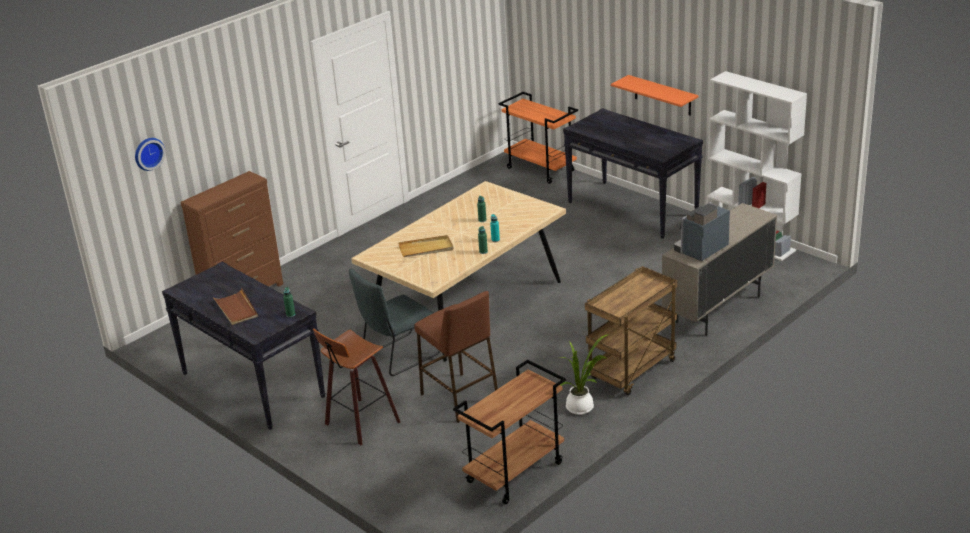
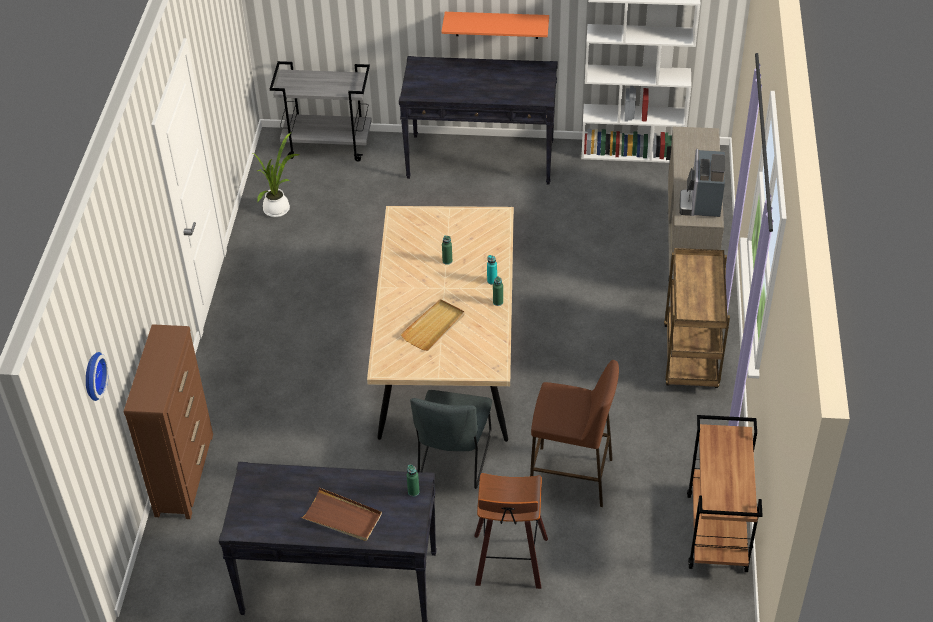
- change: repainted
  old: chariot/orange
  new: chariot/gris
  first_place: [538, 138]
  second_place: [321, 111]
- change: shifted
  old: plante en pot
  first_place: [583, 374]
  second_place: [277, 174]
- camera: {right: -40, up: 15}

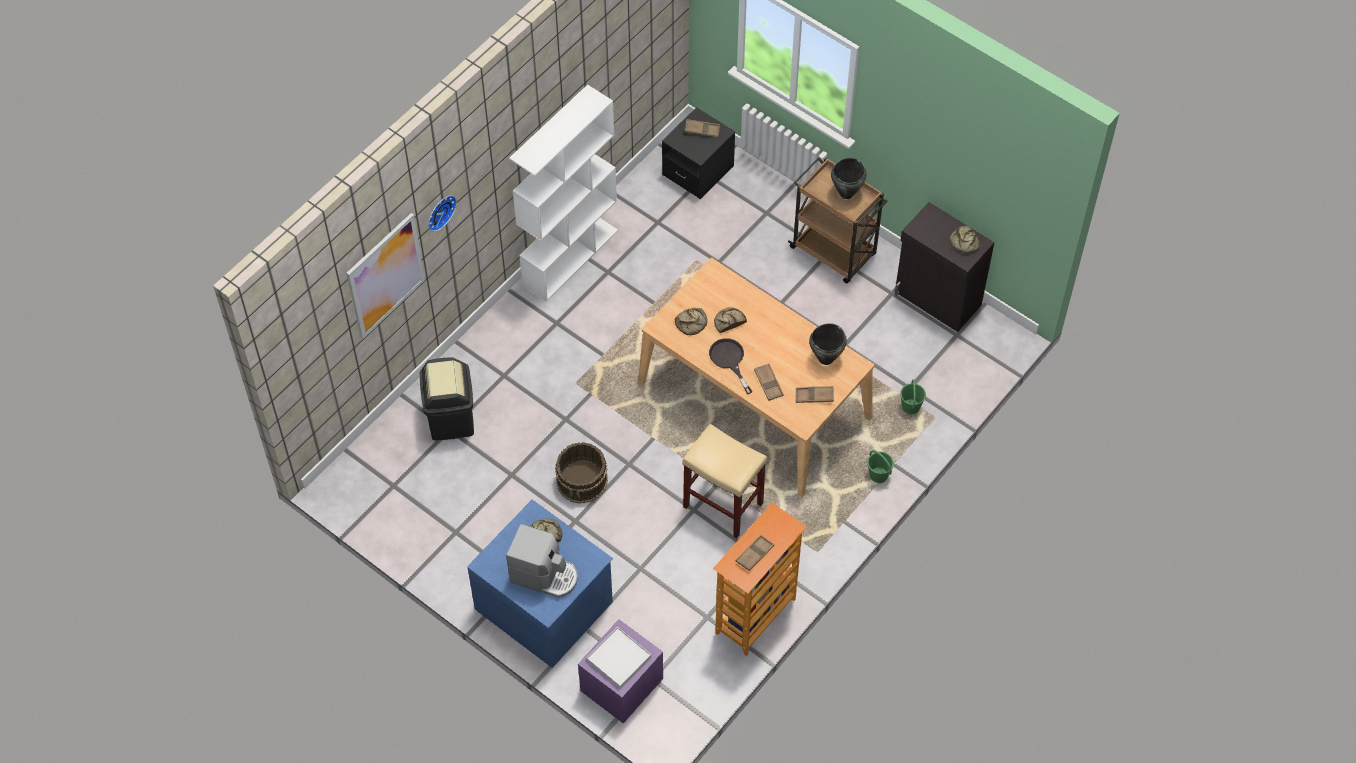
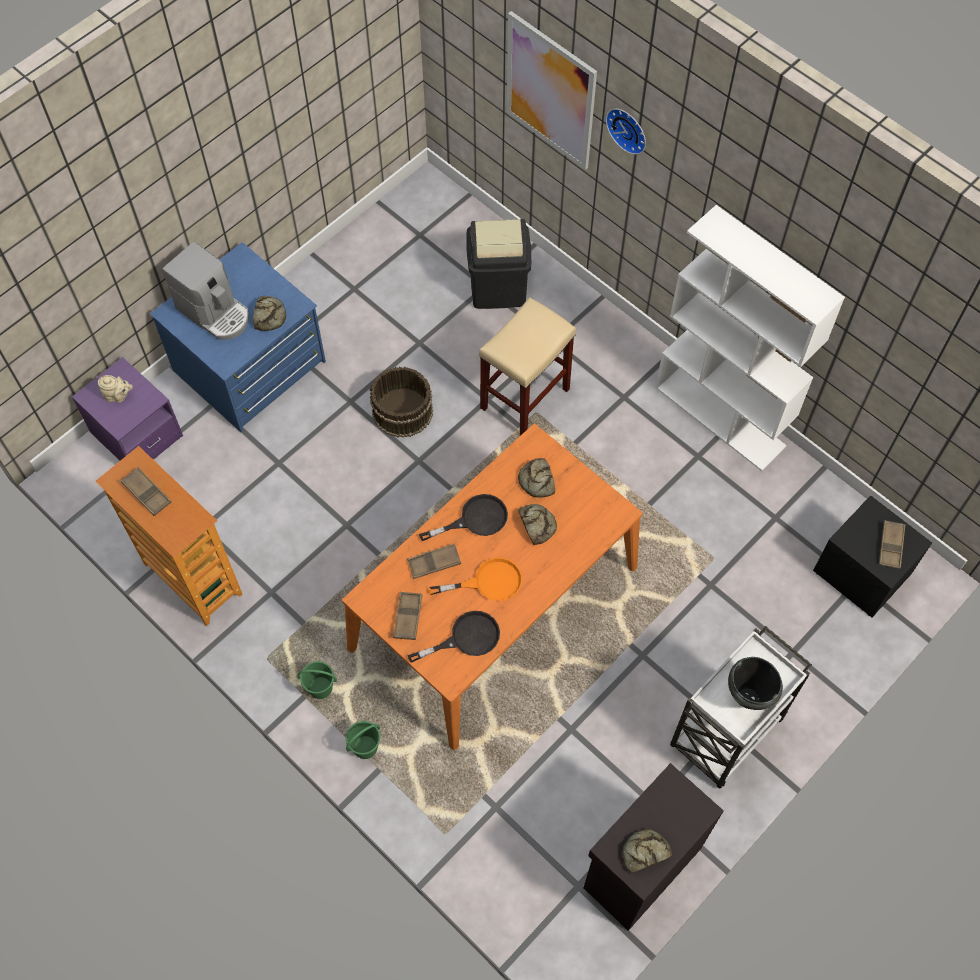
- change: repainted
  old: chariot/marron
  new: chariot/blanc
  first_place: [838, 220]
  second_place: [741, 707]
- change: repainted
  old: table à manger/beige
  new: table à manger/orange
  first_place: [756, 377]
  second_place: [492, 587]
- change: swapped
  old: marmite/noir
  new: poêle/noir
  first_place: [828, 344]
  second_place: [454, 637]
- change: shifted
  old: seau/vert
  first_place: [913, 396]
  second_place: [317, 680]
- change: shifted
  old: tabouret/beige
  first_place: [724, 481]
  second_place: [527, 366]
- change: rotated
  old: machine à café
  first_place: [542, 561]
  second_place: [205, 290]
  degrees: -75
- change: swapped
  old: plateau/blanc
  new: théière/beige
  first_place: [618, 657]
  second_place: [115, 389]
- change: new
  new: poêle/orange
  second_place: [475, 579]
- camera: {right: 95, up: 5}

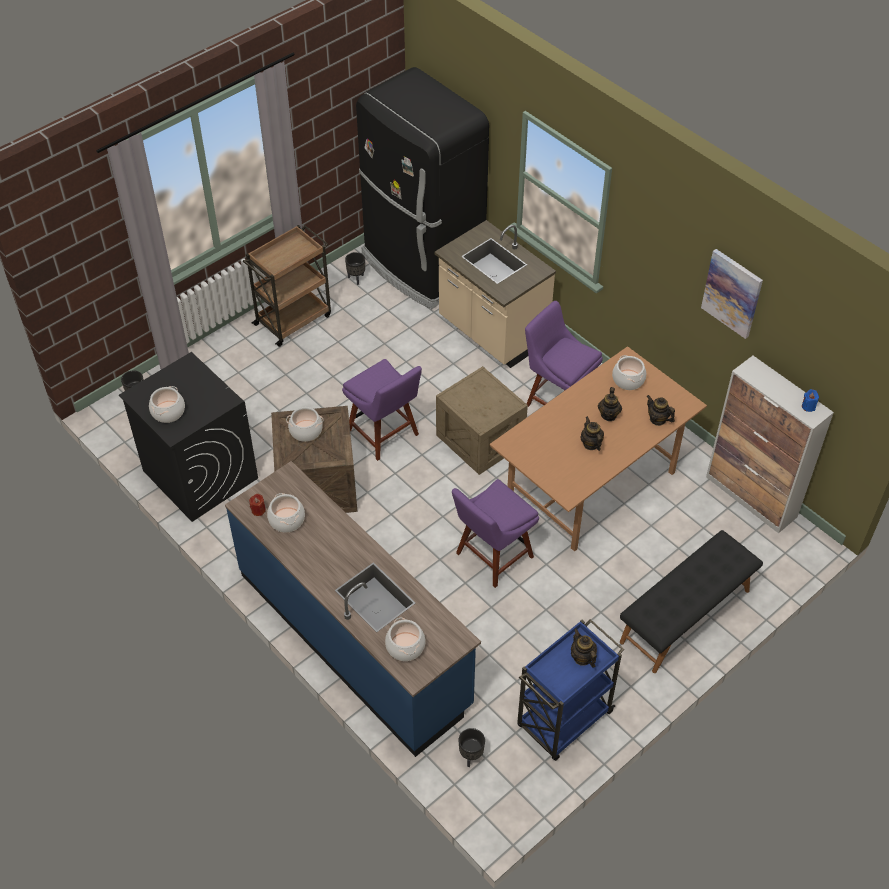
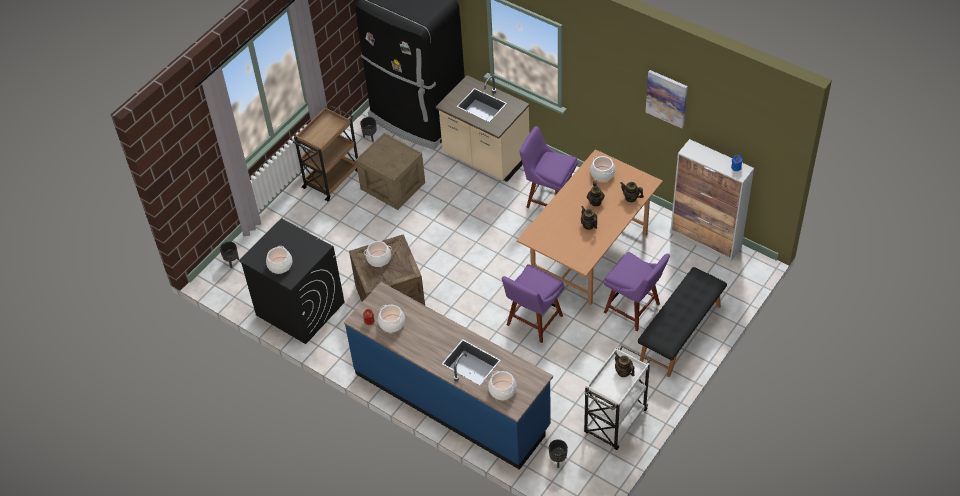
- change: shifted
  old: chaise/violet
  first_place: [382, 410]
  second_place: [637, 291]
- change: shifted
  old: caisse
  first_place: [482, 420]
  second_place: [390, 171]
- change: repainted
  old: chariot/bleu
  new: chariot/blanc
  first_place: [570, 690]
  second_place: [617, 397]
- camera: {right: -10, up: 0}

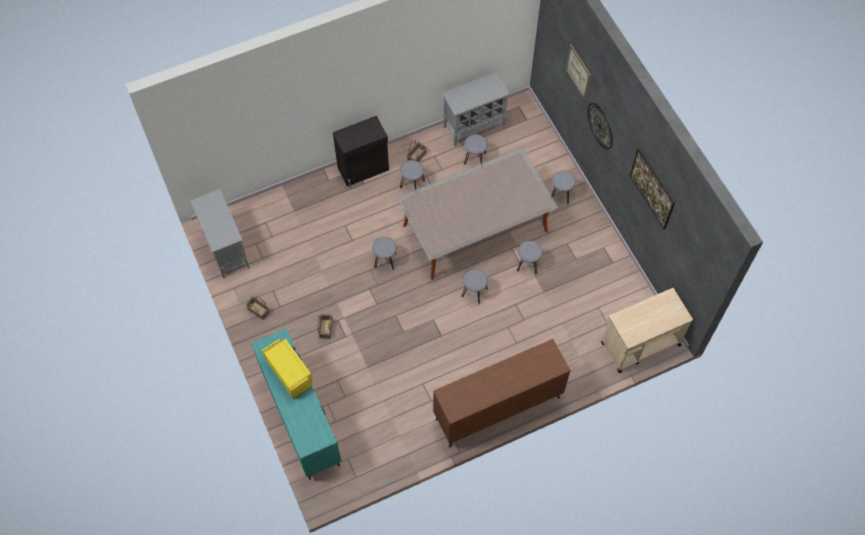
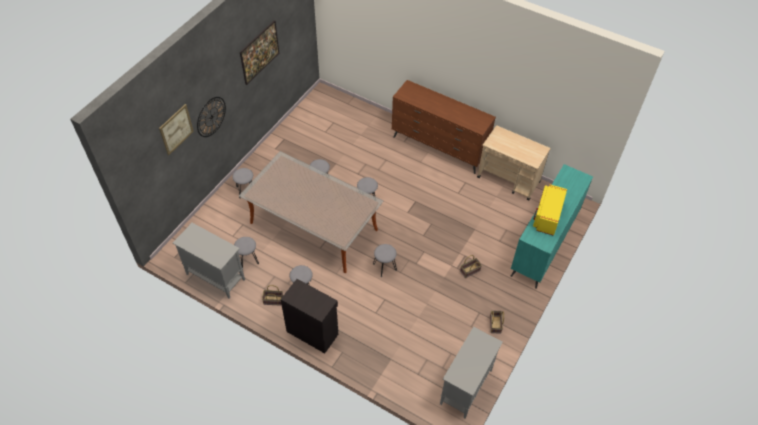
- change: shifted
  old: chariot/beige
  first_place: [647, 330]
  second_place: [514, 162]
- camera: {right: -125, up: -10}

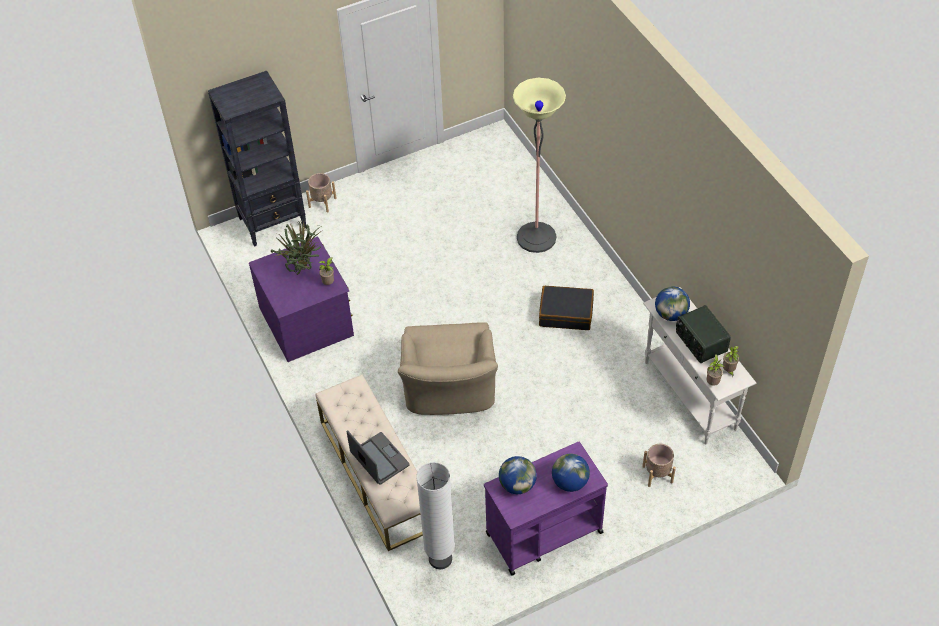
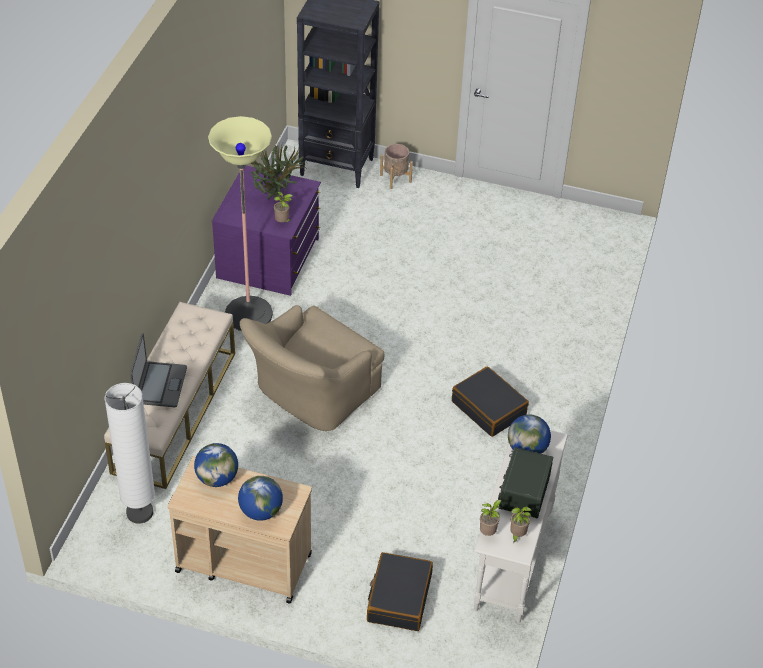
- change: shifted
  old: lampadaire
  first_place: [539, 165]
  second_place: [240, 223]
- change: repainted
  old: chariot/violet
  new: chariot/beige
  first_place: [546, 509]
  second_place: [240, 530]
- change: swapped
  old: cache-pot/beige
  new: valise/noir
  first_place: [659, 465]
  second_place: [400, 591]
- camera: {right: 40, up: -5}

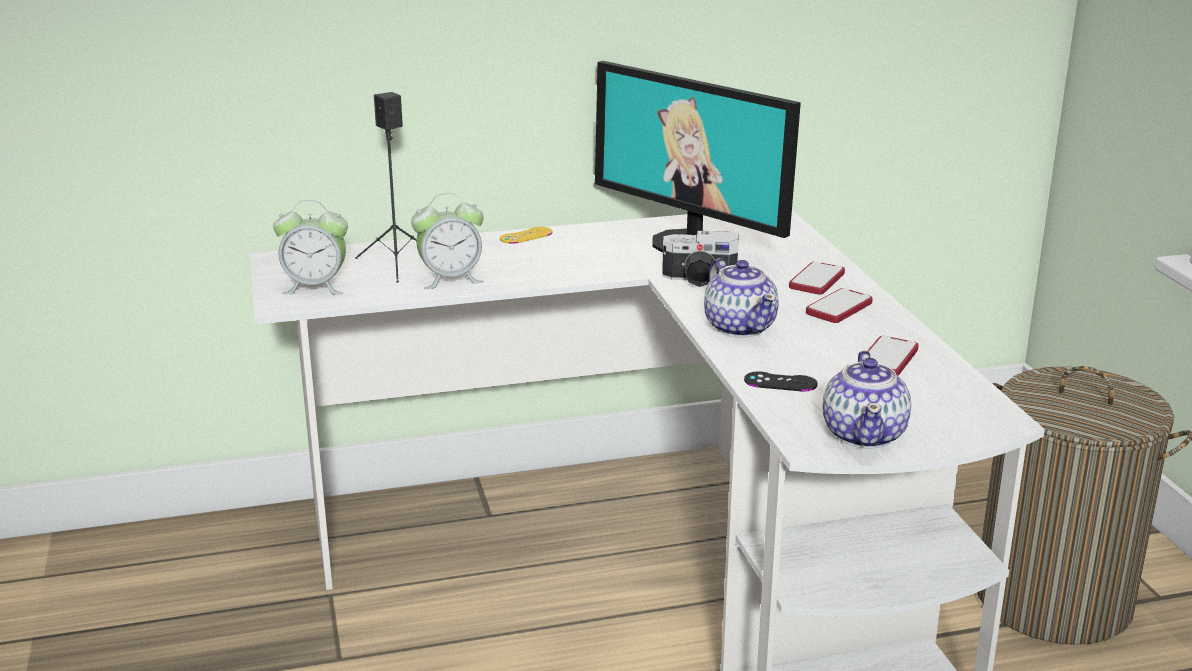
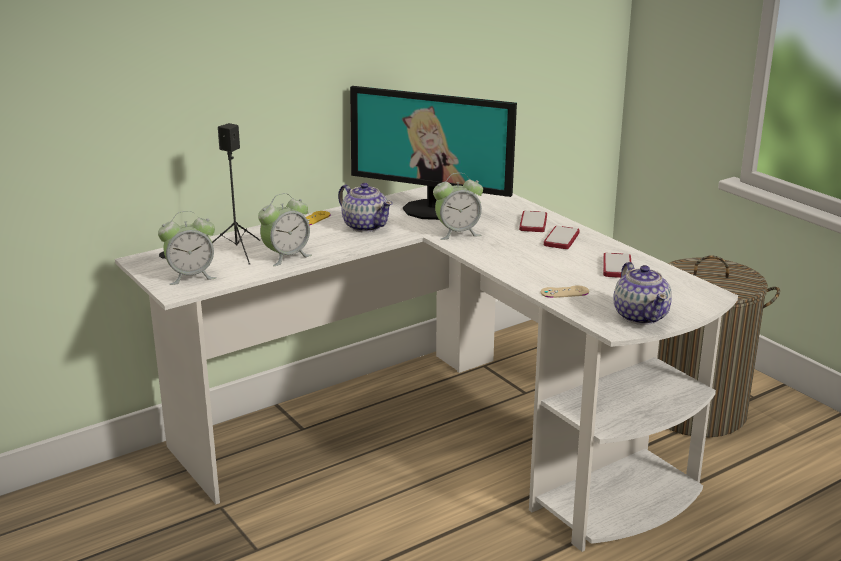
- change: swapped
  old: appareil photo
  new: réveil
  first_place: [700, 259]
  second_place: [458, 206]
- change: shifted
  old: théière
  first_place: [741, 298]
  second_place: [365, 207]
- change: repainted
  old: manette/noir
  new: manette/beige
  first_place: [781, 381]
  second_place: [565, 291]
- camera: {right: -20, up: 0}

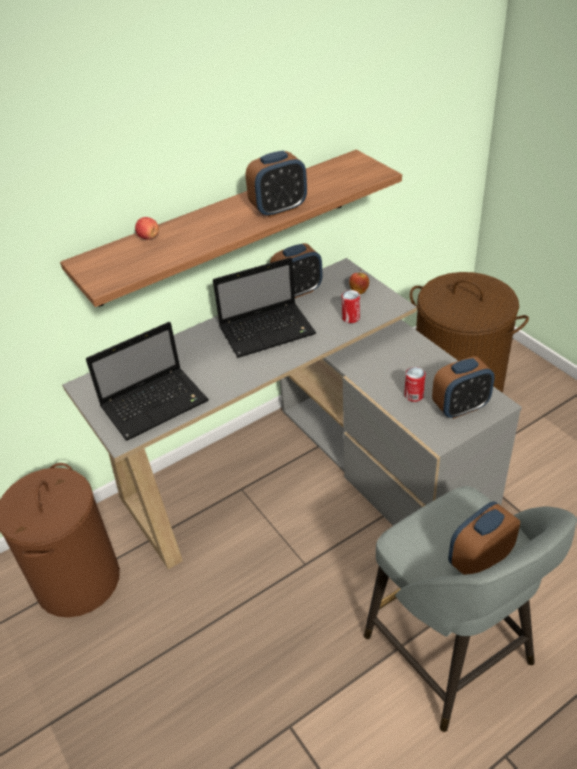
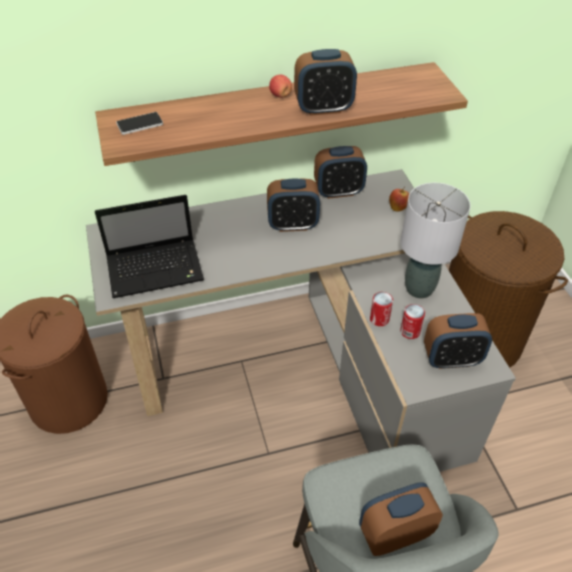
- change: shifted
  old: pomme
  first_place: [147, 228]
  second_place: [280, 86]
- change: swapped
  old: ordinateur portable
  new: réveil
  first_place: [264, 307]
  second_place: [293, 205]
- change: shifted
  old: boîte métallique
  first_place: [351, 306]
  second_place: [381, 309]
- change: new
  new: téléphone
  second_place: [139, 123]
- change: new
  new: lampe de table/gris
  second_place: [436, 240]
- camera: {right: 15, up: 5}

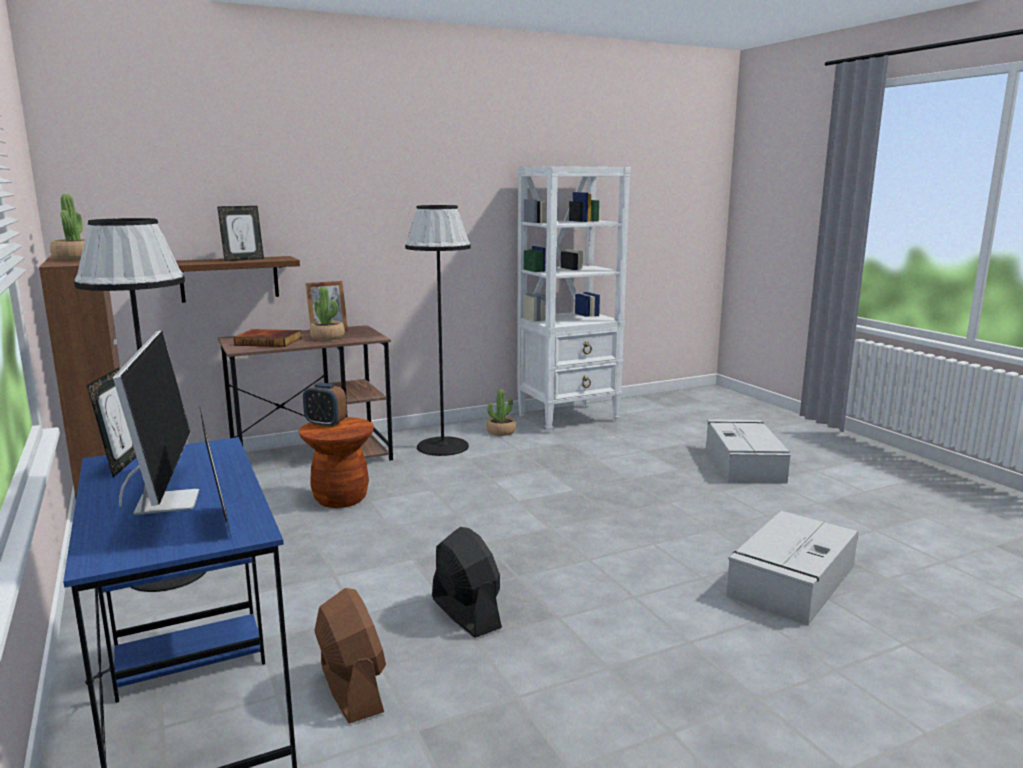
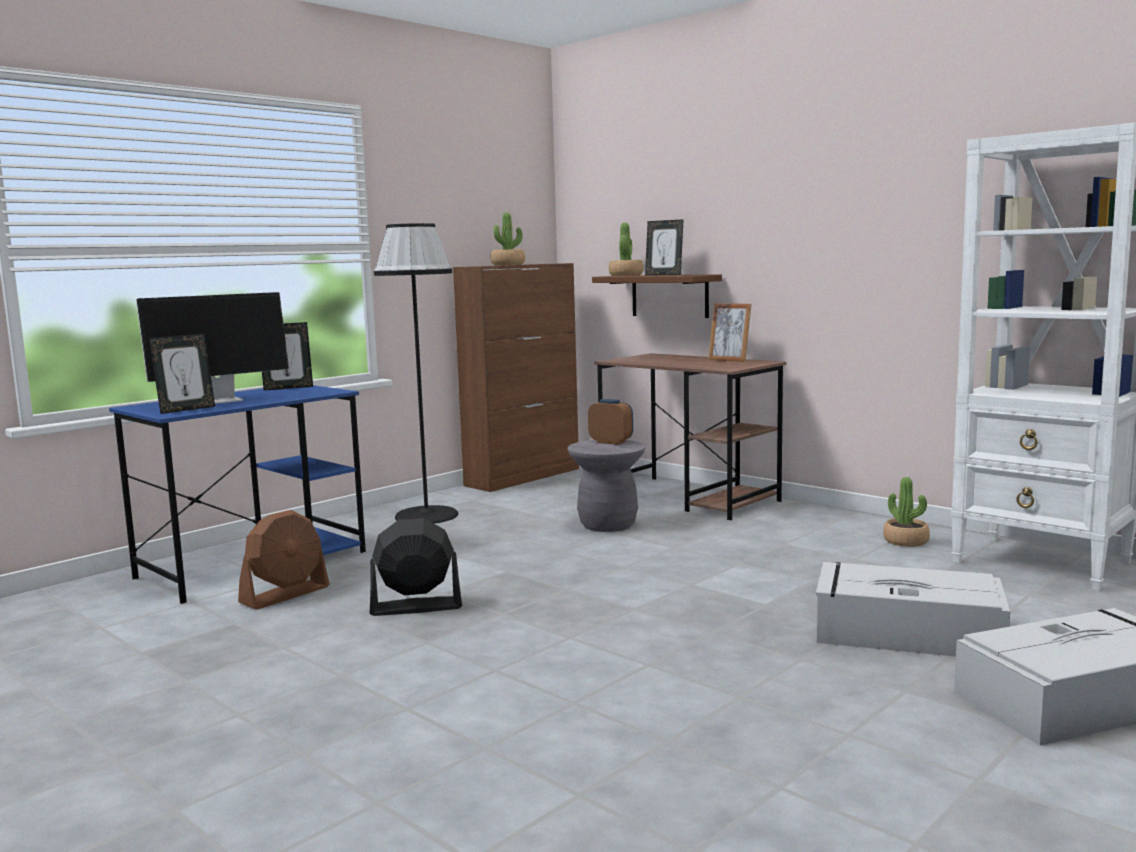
- change: gone
  old: lampadaire/noir
  first_place: [438, 330]
- change: shifted
  old: plante en pot
  first_place: [327, 314]
  second_place: [626, 249]
- change: gone
  old: livre
  first_place: [268, 338]
- change: rotated
  old: réveil
  first_place: [325, 405]
  second_place: [610, 422]
  degrees: 120
- change: repainted
  old: tabouret/marron
  new: tabouret/gris
  first_place: [336, 462]
  second_place: [607, 486]
- change: shifted
  old: boîte de rangement/gris
  first_place: [792, 568]
  second_place: [913, 609]
- change: rotated
  old: ventilateur/noir
  first_place: [467, 582]
  second_place: [416, 567]
  degrees: -135
- camera: {right: 70, up: -5}

